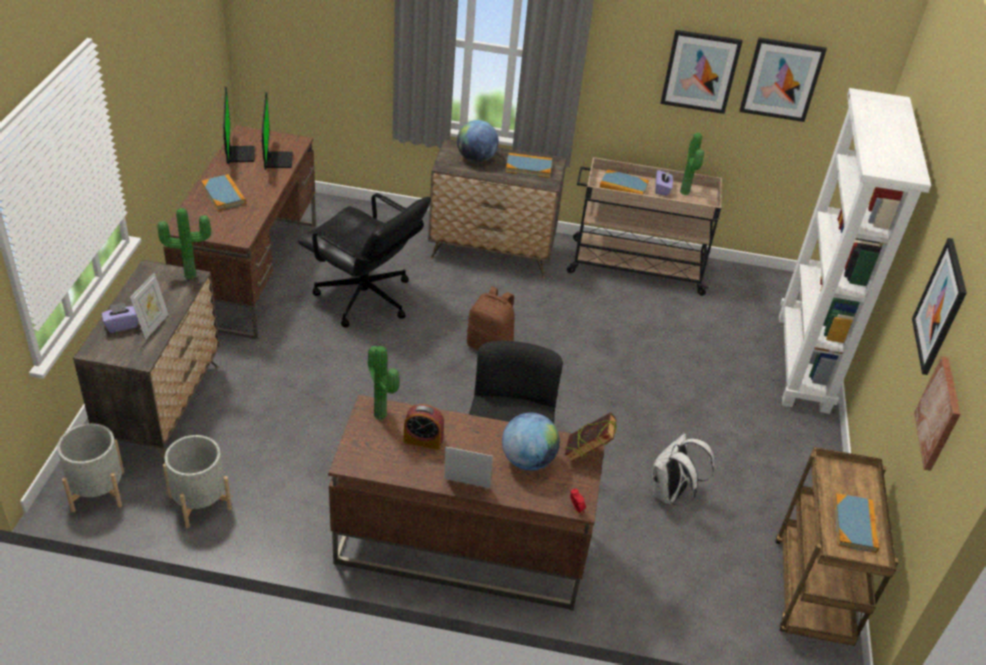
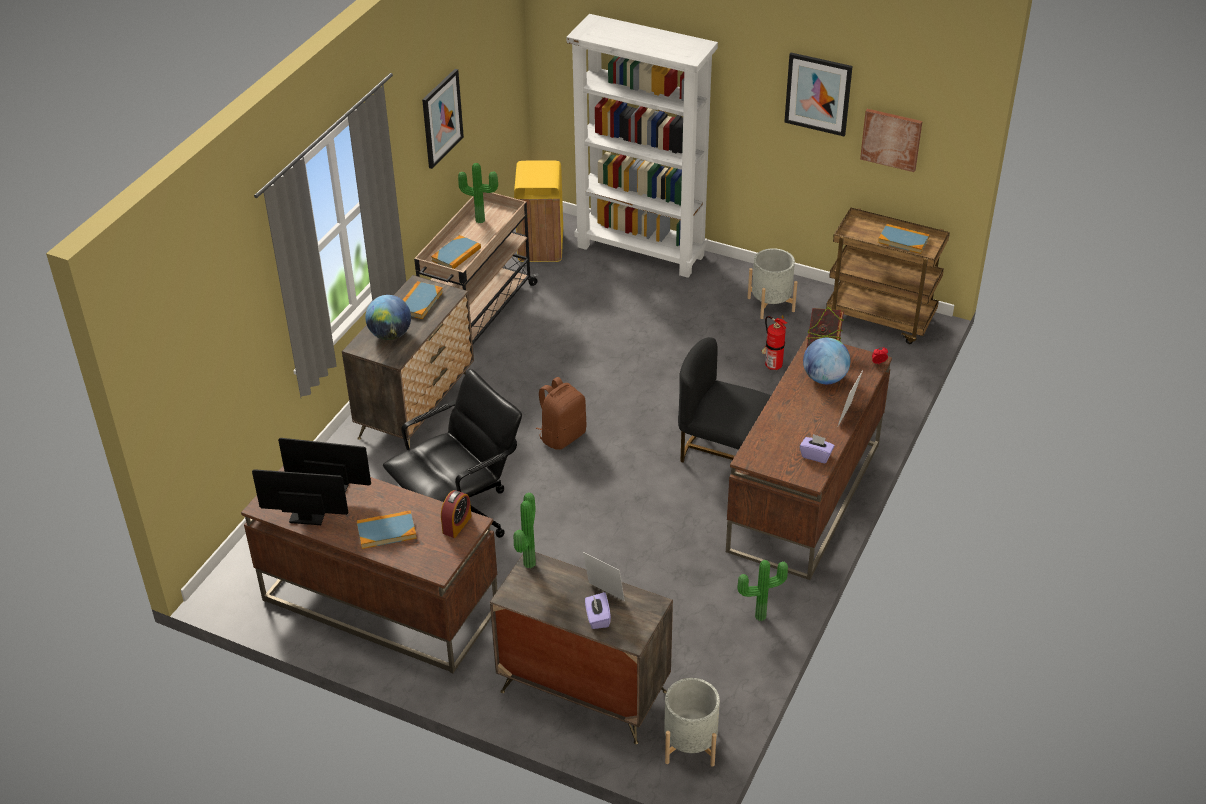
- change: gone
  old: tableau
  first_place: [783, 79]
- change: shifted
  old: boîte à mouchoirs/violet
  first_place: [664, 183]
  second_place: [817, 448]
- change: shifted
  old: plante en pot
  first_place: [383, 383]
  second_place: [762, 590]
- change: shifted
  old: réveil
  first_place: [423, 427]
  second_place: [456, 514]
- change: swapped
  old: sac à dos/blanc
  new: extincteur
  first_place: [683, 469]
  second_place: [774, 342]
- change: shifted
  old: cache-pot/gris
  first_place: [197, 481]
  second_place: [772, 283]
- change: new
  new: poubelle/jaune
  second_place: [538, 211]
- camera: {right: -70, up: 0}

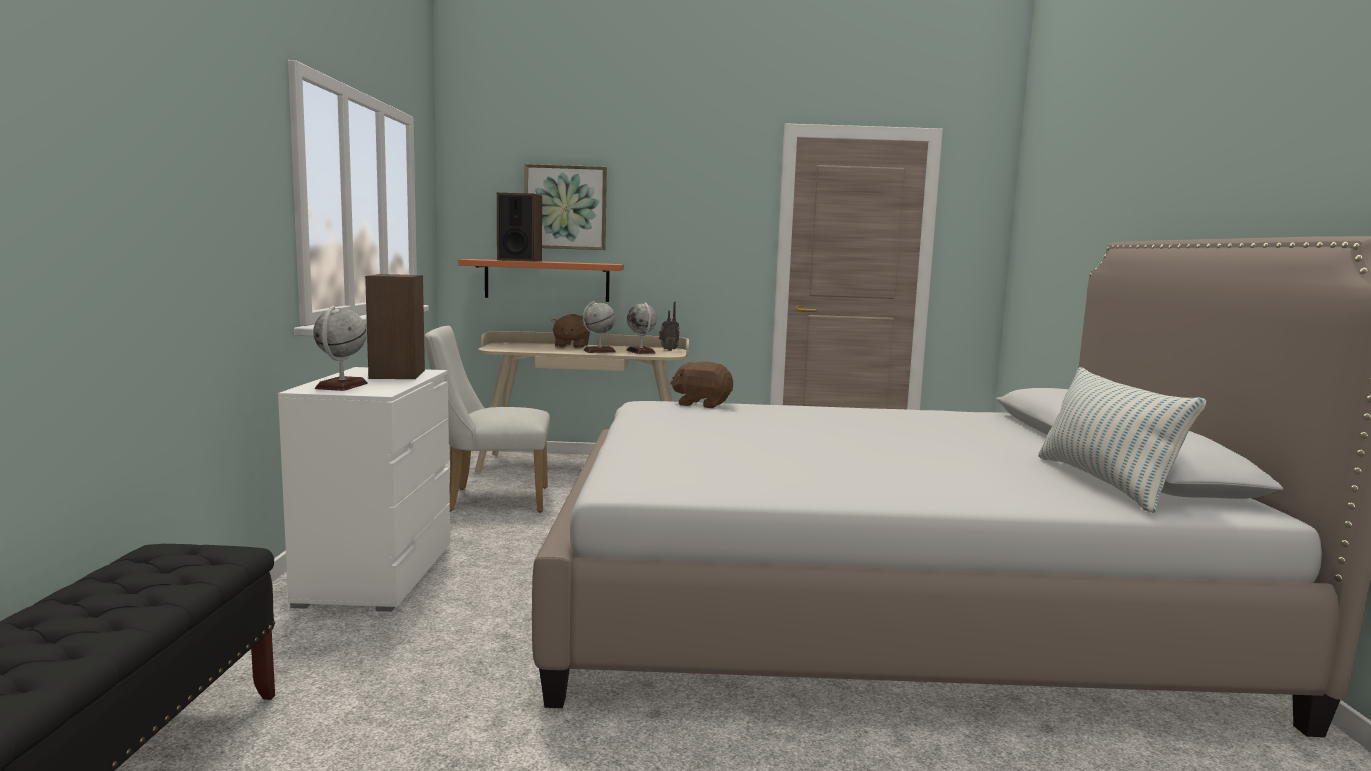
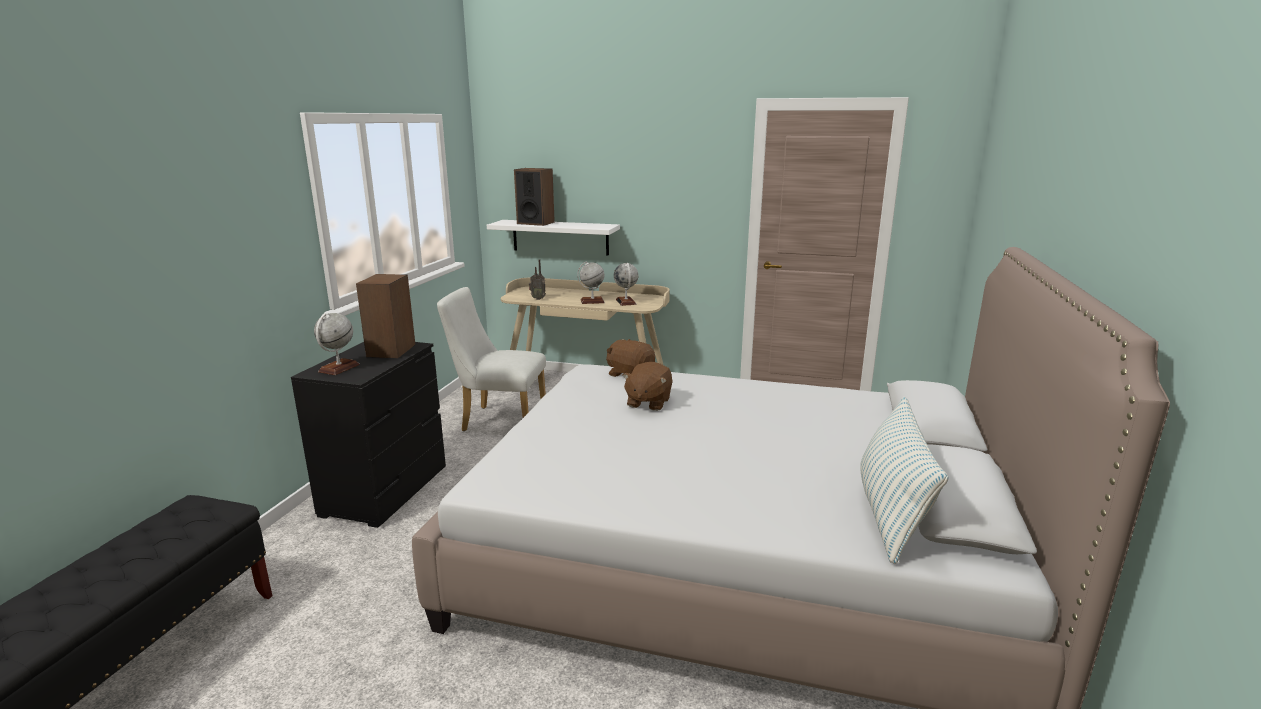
- change: gone
  old: tableau
  first_place: [565, 207]
- change: repainted
  old: étagère/orange
  new: étagère/blanc
  first_place: [541, 280]
  second_place: [553, 237]
- change: shifted
  old: radio
  first_place: [669, 326]
  second_place: [537, 279]
- change: shifted
  old: peluche/marron
  first_place: [570, 331]
  second_place: [647, 386]
- change: repainted
  old: commode/blanc
  new: commode/noir
  first_place: [364, 489]
  second_place: [368, 435]
- camera: {right: 15, up: 10}

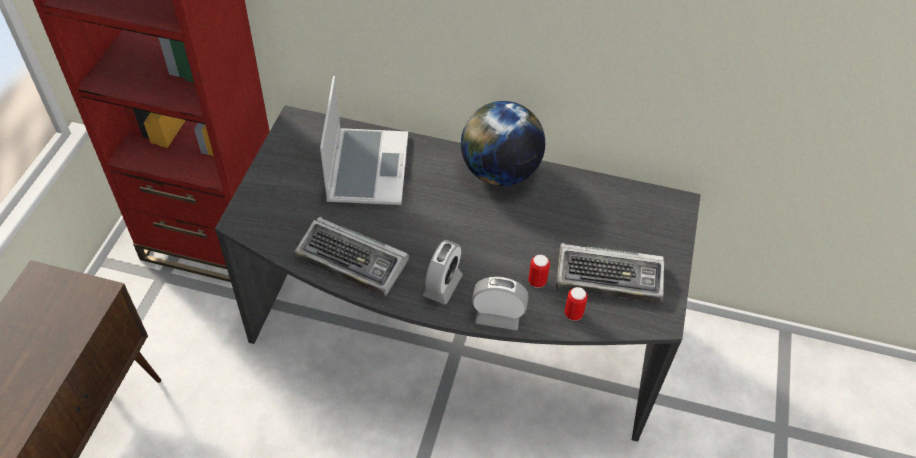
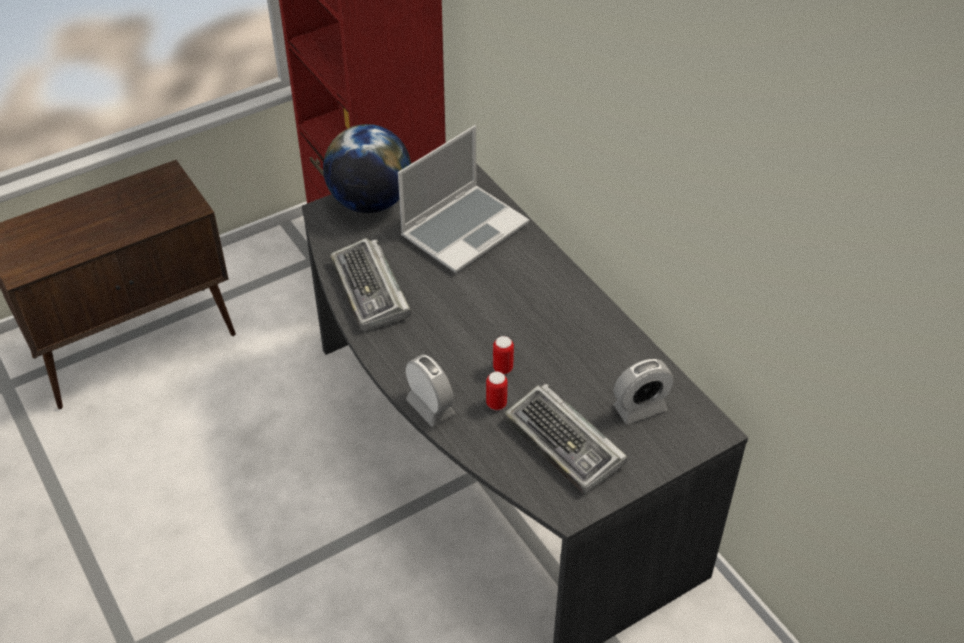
- change: shifted
  old: globe
  first_place: [503, 143]
  second_place: [367, 168]
- change: shifted
  old: réveil
  first_place: [443, 272]
  second_place: [644, 391]
- change: shifted
  old: boîte métallique
  first_place: [576, 304]
  second_place: [503, 355]
- camera: {right: 45, up: -5}

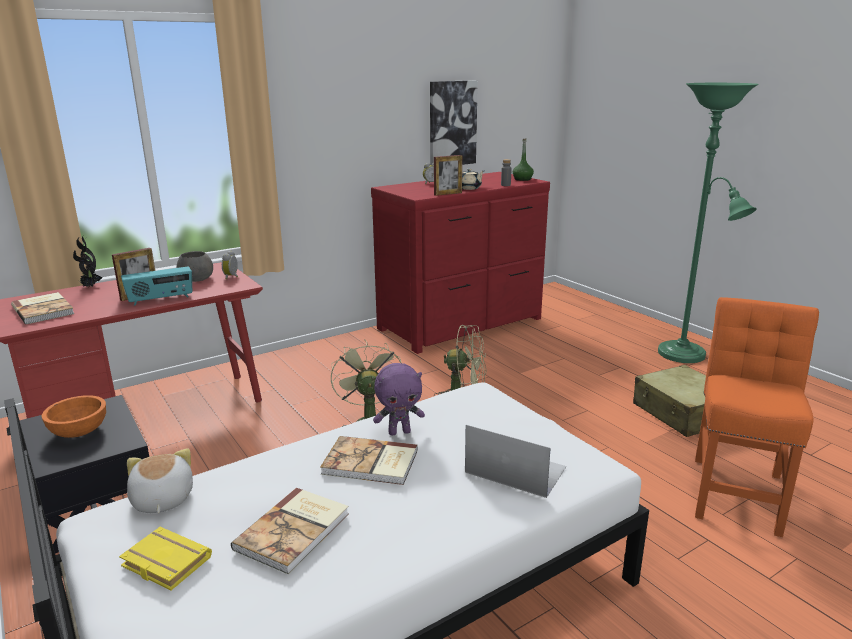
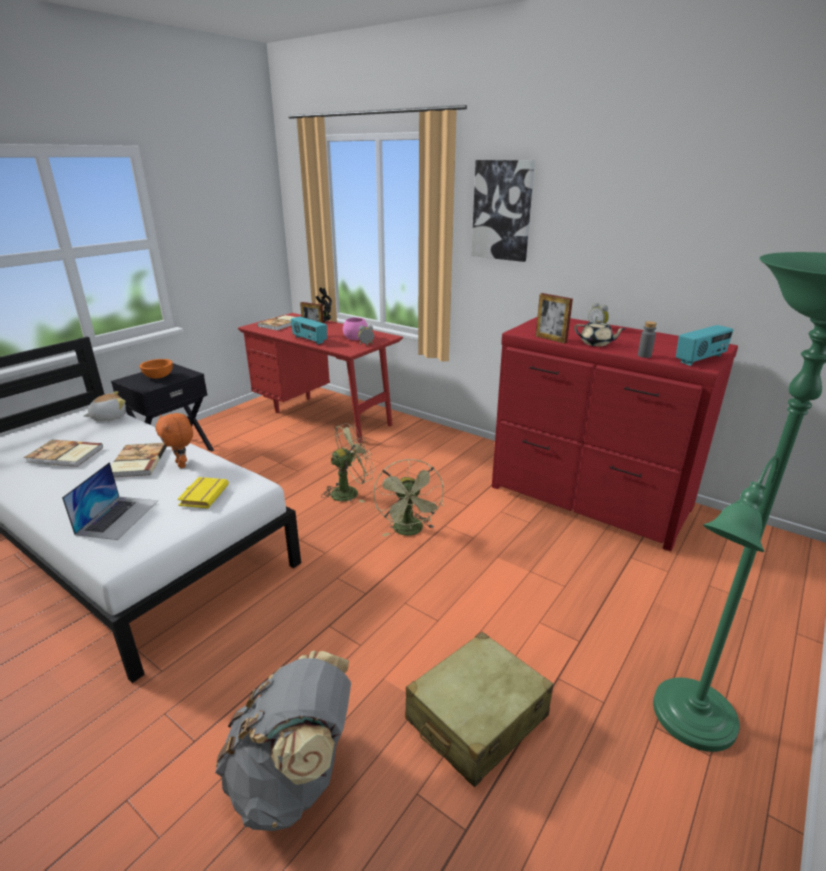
- change: shifted
  old: tableau
  first_place: [454, 123]
  second_place: [503, 211]
- change: swapped
  old: bouteille/vert
  new: radio
  first_place: [523, 160]
  second_place: [705, 345]
- change: repainted
  old: bol/gris
  new: bol/rose
  first_place: [195, 266]
  second_place: [355, 328]
- change: swapped
  old: chaise/orange
  new: sac à dos/gris
  first_place: [757, 417]
  second_place: [283, 741]
- change: repainted
  old: peluche/violet
  new: peluche/orange
  first_place: [399, 399]
  second_place: [174, 440]
- change: shifted
  old: livre/jaune
  first_place: [165, 558]
  second_place: [203, 492]
- camera: {right: 70, up: 5}

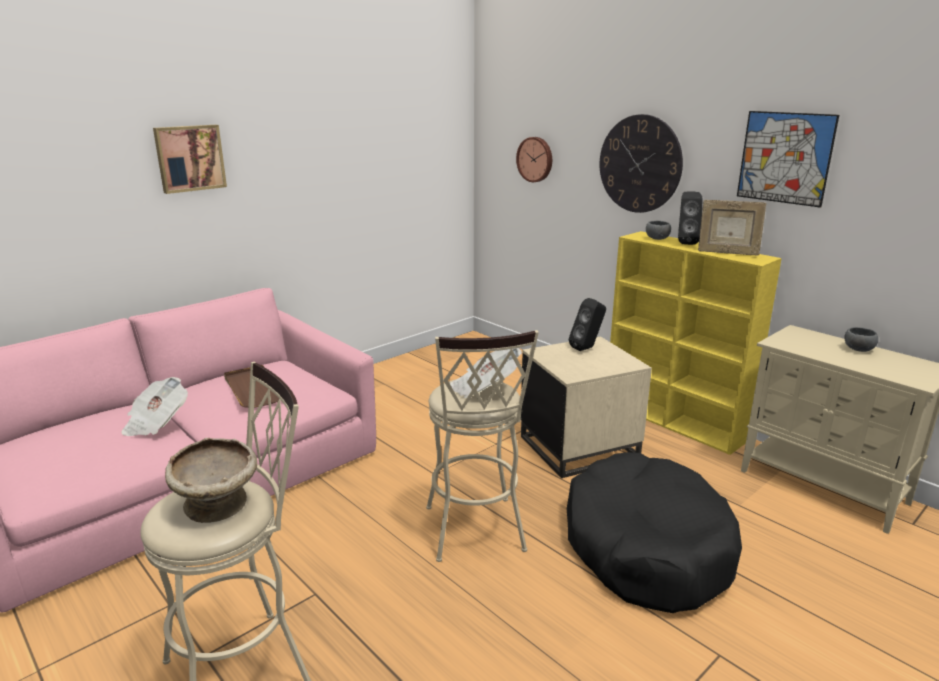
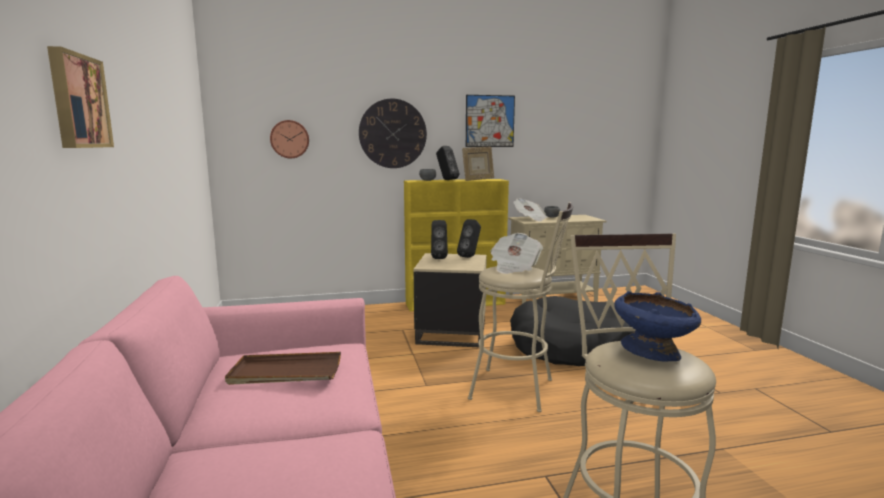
- change: shifted
  old: journal
  first_place: [154, 406]
  second_place: [530, 210]
- change: repainted
  old: bol/beige
  new: bol/bleu
  first_place: [211, 480]
  second_place: [657, 326]
- change: new
  new: enceinte/noir
  second_place: [469, 238]
- camera: {right: -60, up: -10}

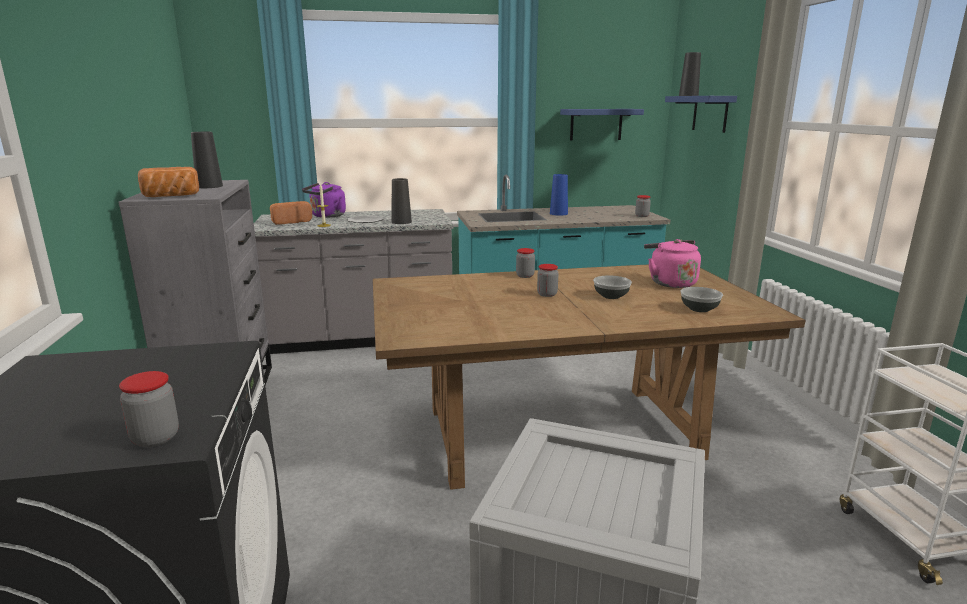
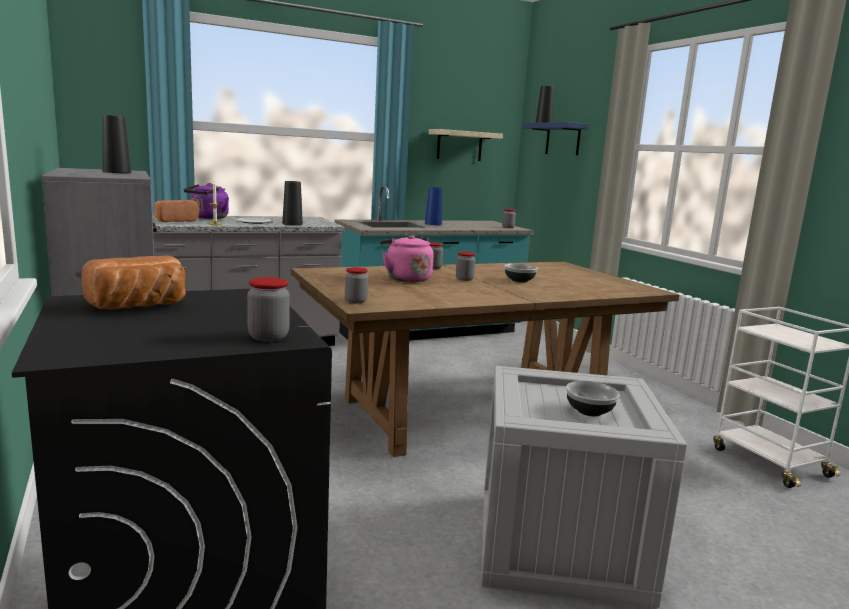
- change: repainted
  old: étagère/bleu
  new: étagère/beige
  first_place: [602, 125]
  second_place: [466, 145]
- change: shifted
  old: pain
  first_place: [168, 182]
  second_place: [134, 283]
- change: shifted
  old: bouilloire/rose
  first_place: [672, 263]
  second_place: [407, 258]
- change: shifted
  old: bol
  first_place: [701, 299]
  second_place: [593, 398]
- change: new
  new: bocal
  second_place: [356, 285]
- camera: {right: -15, up: -5}

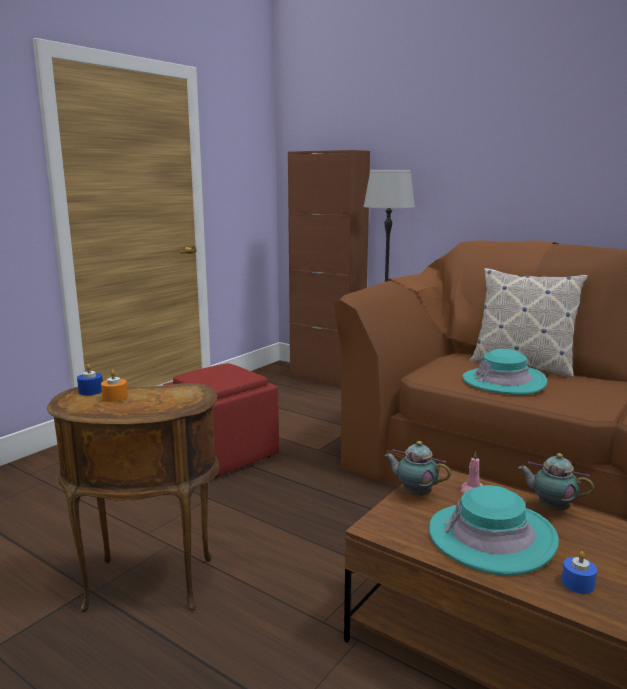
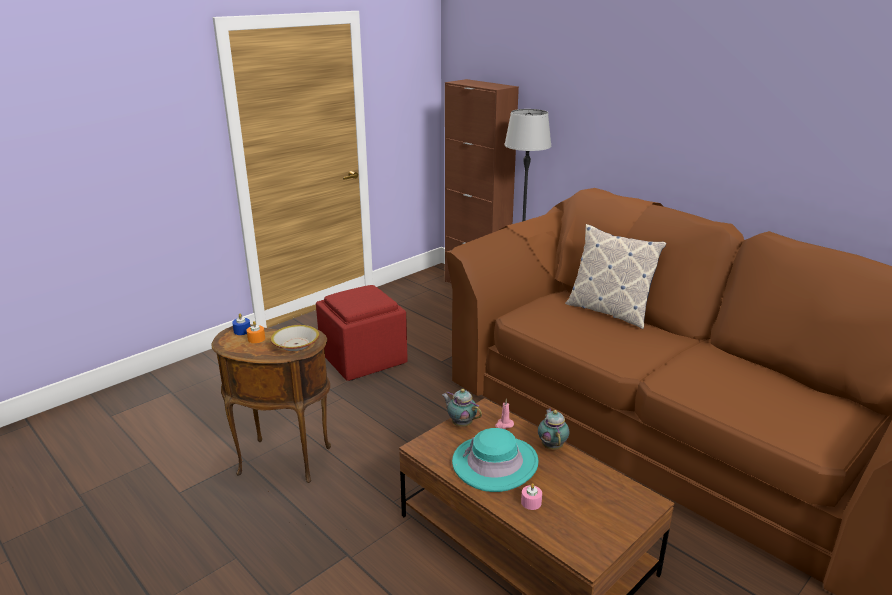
- change: gone
  old: chapeau/turquoise
  first_place: [504, 372]
- change: rotated
  old: théière
  first_place: [556, 482]
  second_place: [553, 429]
  degrees: 45
- change: repainted
  old: bougie/bleu
  new: bougie/rose
  first_place: [579, 572]
  second_place: [531, 496]
- change: new
  new: bol
  second_place: [294, 338]
- camera: {right: 10, up: 10}

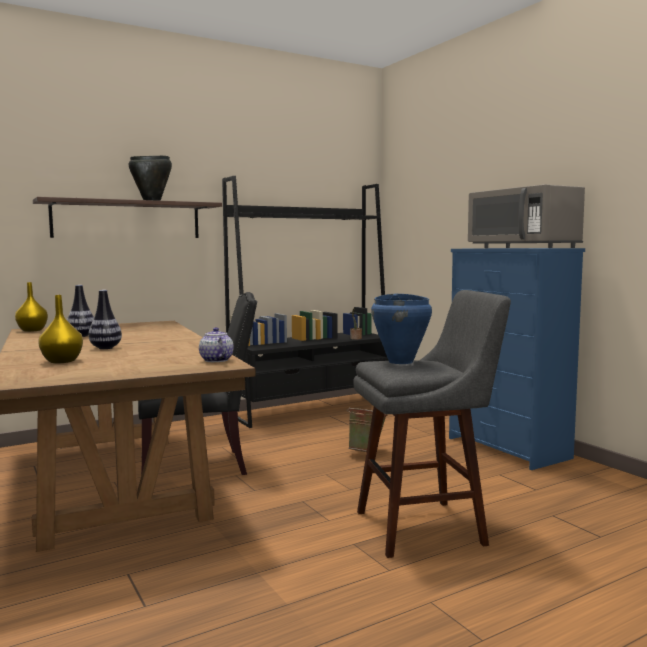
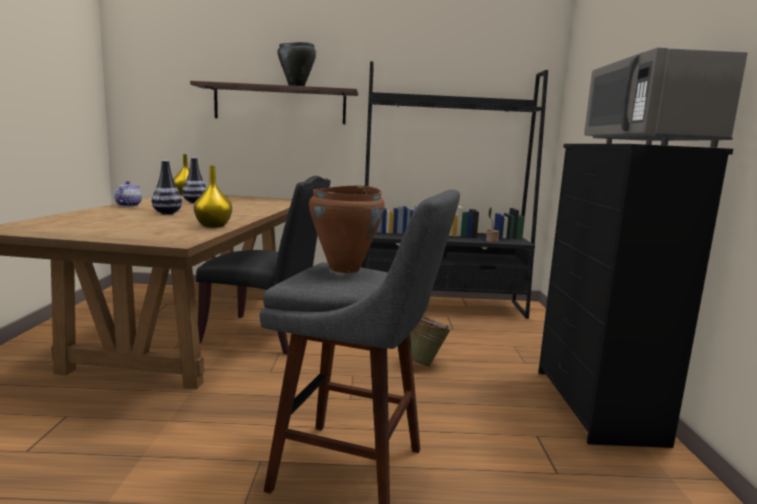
- change: repainted
  old: commode/bleu
  new: commode/noir
  first_place: [517, 359]
  second_place: [635, 296]
- change: repainted
  old: marmite/bleu
  new: marmite/marron
  first_place: [401, 328]
  second_place: [347, 229]
- change: shifted
  old: vase/jaune
  first_place: [60, 329]
  second_place: [213, 197]
- change: shifted
  old: théière
  first_place: [216, 344]
  second_place: [128, 194]
- camera: {right: 30, up: 5}

